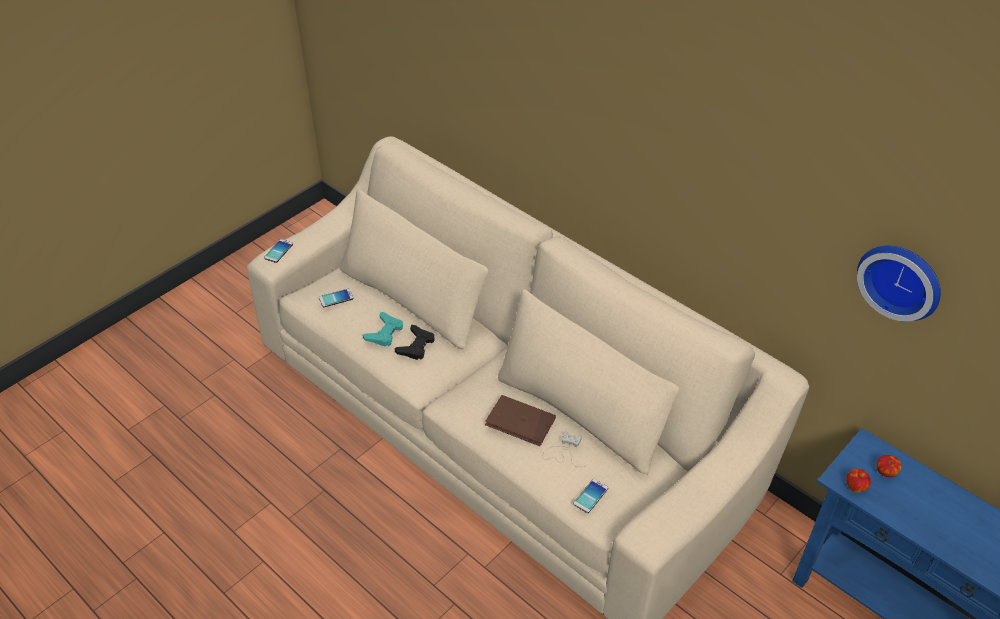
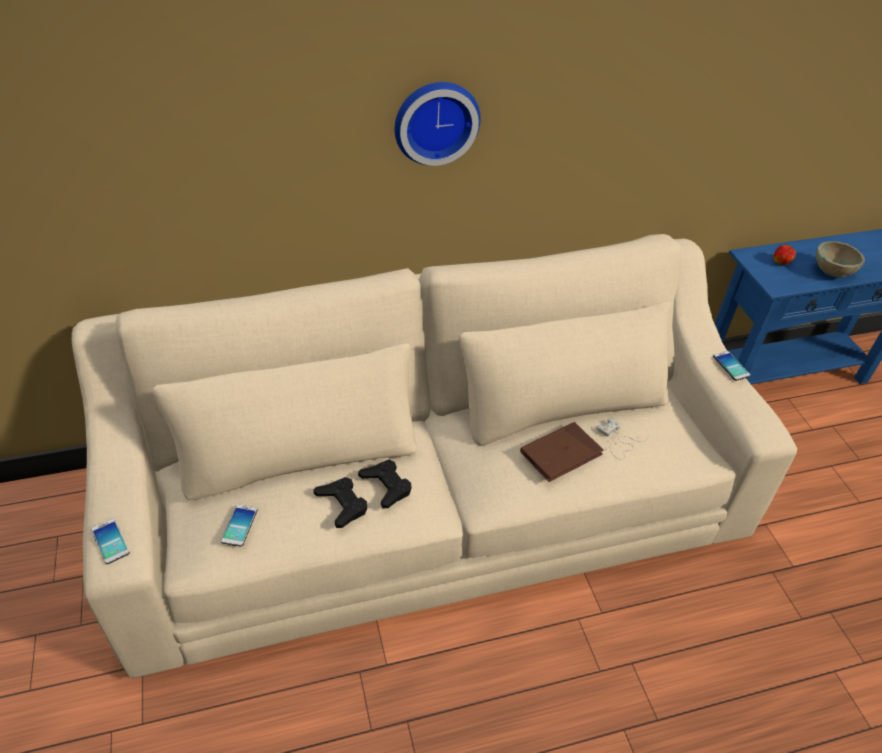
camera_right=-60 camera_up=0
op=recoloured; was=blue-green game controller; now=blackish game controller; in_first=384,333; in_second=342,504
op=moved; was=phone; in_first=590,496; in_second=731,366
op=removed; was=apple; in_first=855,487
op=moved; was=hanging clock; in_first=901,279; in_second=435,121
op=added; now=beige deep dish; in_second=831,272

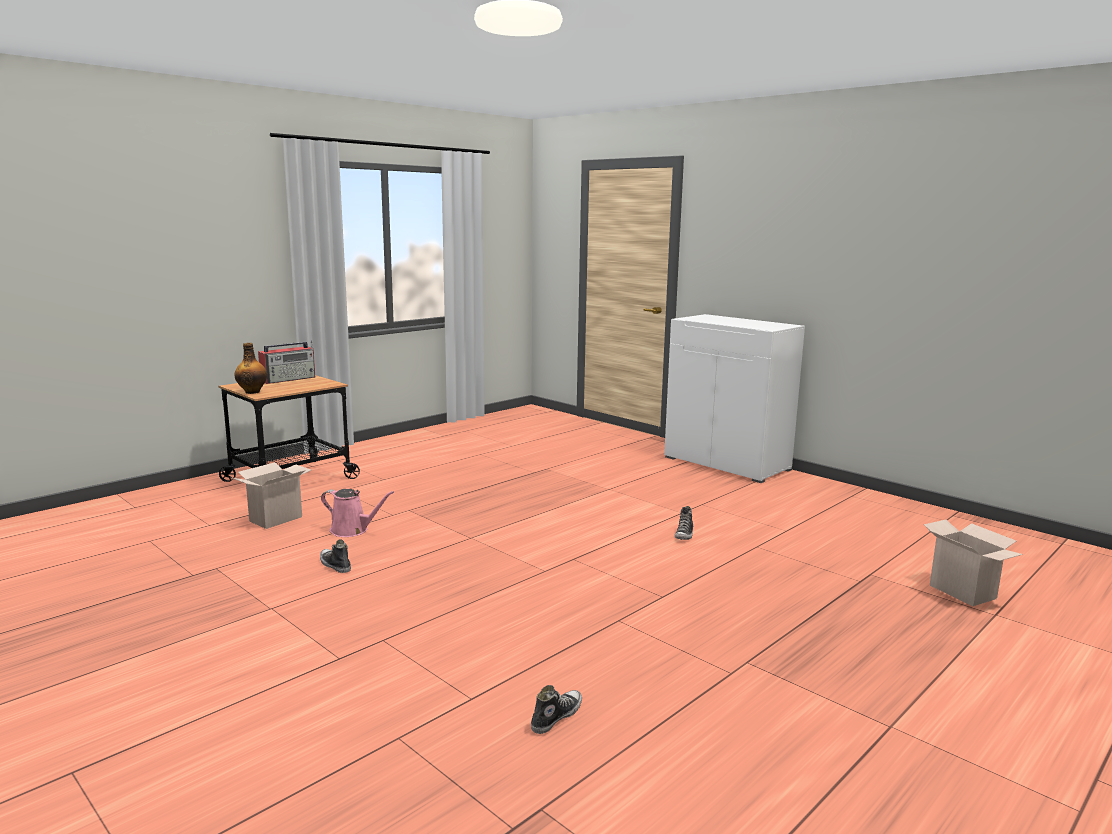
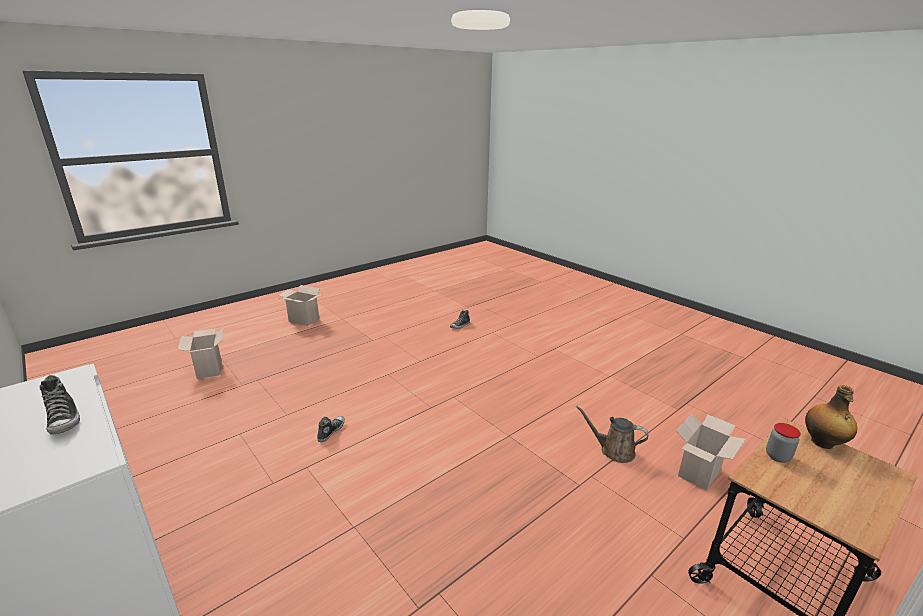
camera_right=-175 camera_up=10
op=removed; was=radio set; in_first=289,379
op=moved; was=item of footwear; in_first=335,565; in_second=64,419
op=recoloured; was=pinkish watering pot; now=brownish watering pot; in_first=352,530; in_second=613,450
op=added; now=packing box; in_second=302,320
op=added; now=preserve jar; in_second=777,456

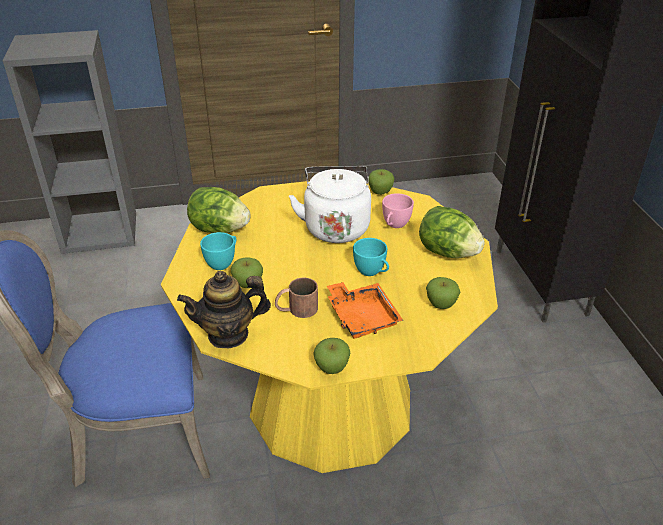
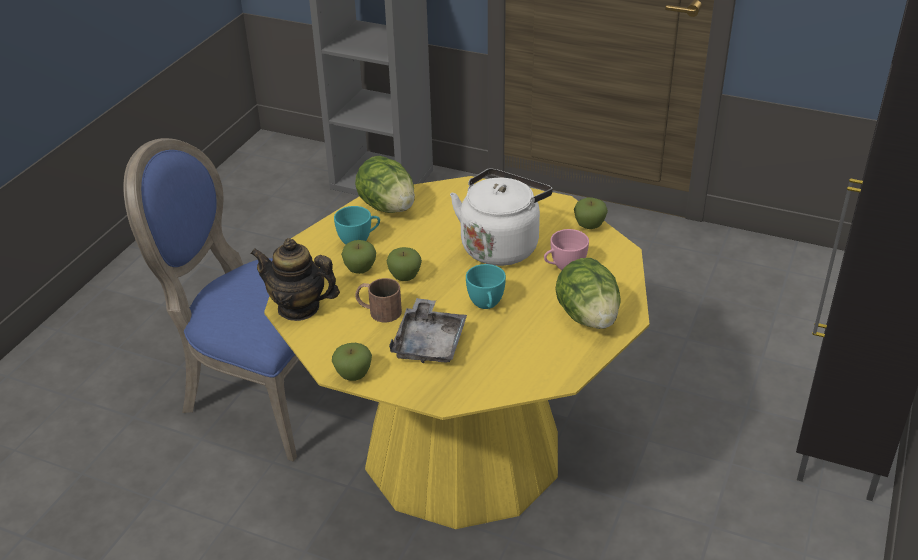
camera_right=35 camera_up=0
op=recoloured; was=orange-coloured tray; now=gray tray; in_first=362,317; in_second=429,343
op=moved; was=apple; in_first=441,305; in_second=405,277

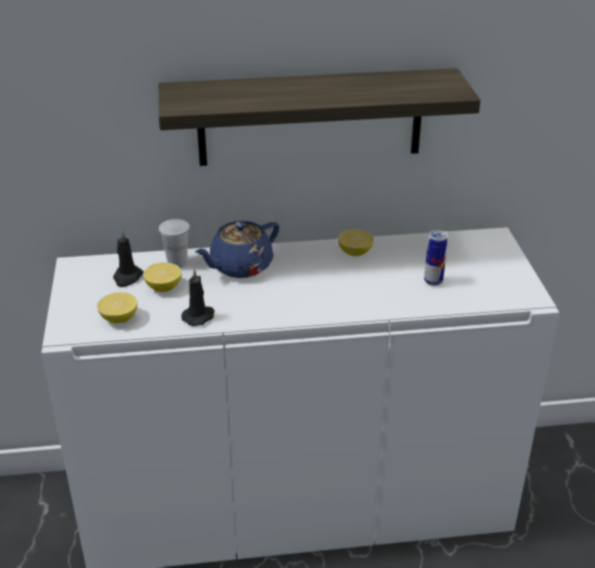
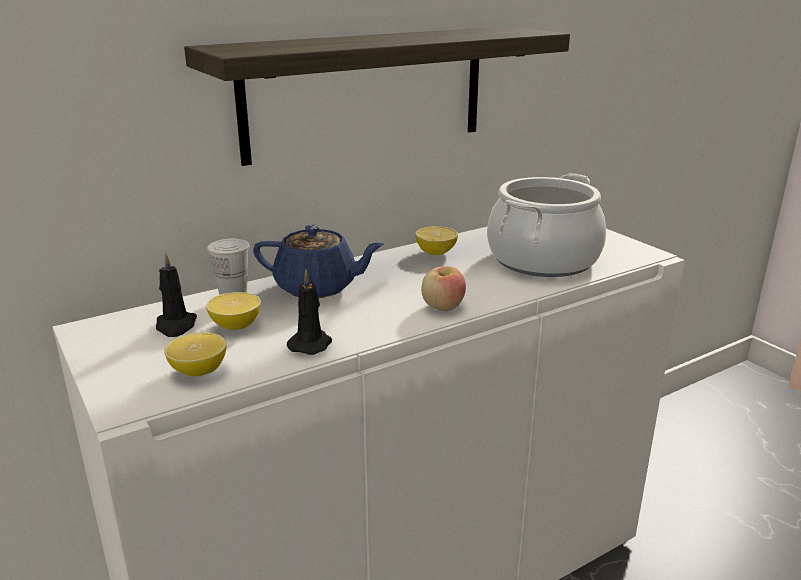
camera_right=-25 camera_up=-10
op=turned; was=blue-coloured pot for tea; in_first=240,266; in_second=317,287; clockwise=-105
op=replaced; was=can; now=saucepot; in_first=433,281; in_second=542,259
op=added; now=apple; in_second=442,307

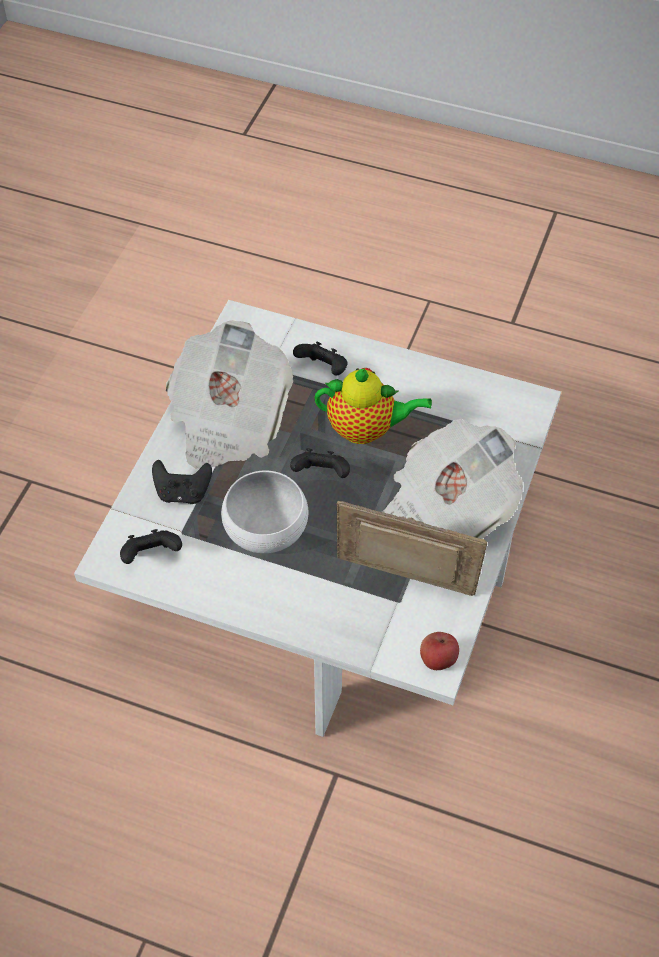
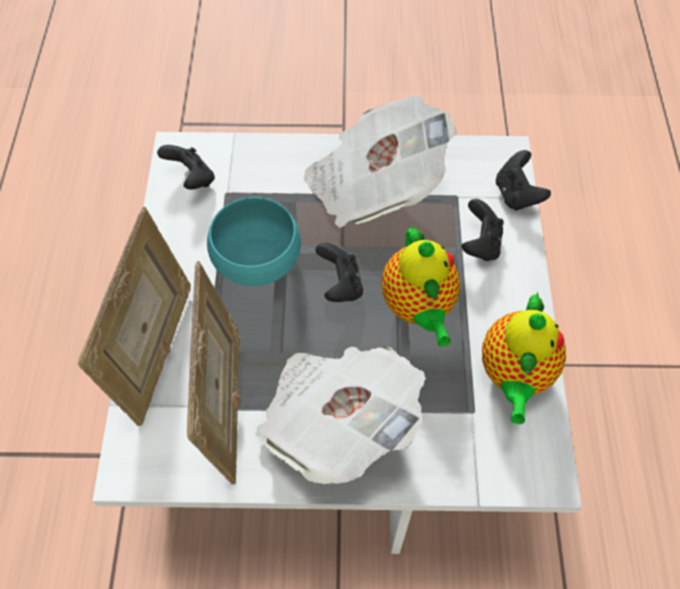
camera_right=70 camera_up=5
op=moved; was=blackish game controller; in_first=183,493; in_second=516,194
op=recoloured; was=whitish deep dish; now=blue-green deep dish; in_first=265,526; in_second=256,257
op=removed; was=apple; in_first=438,659
op=added; now=picture frame; in_second=157,354
op=added; now=pot for tea; in_second=514,376

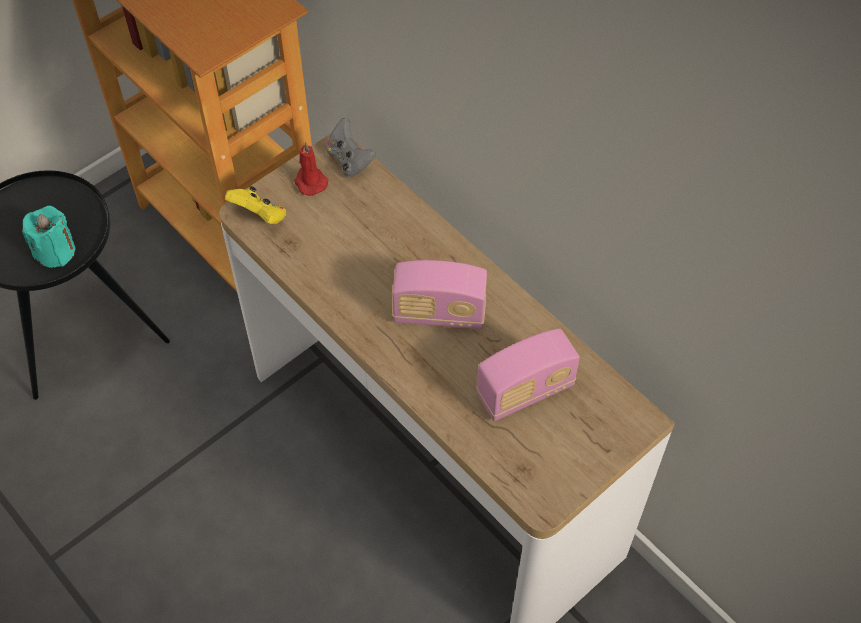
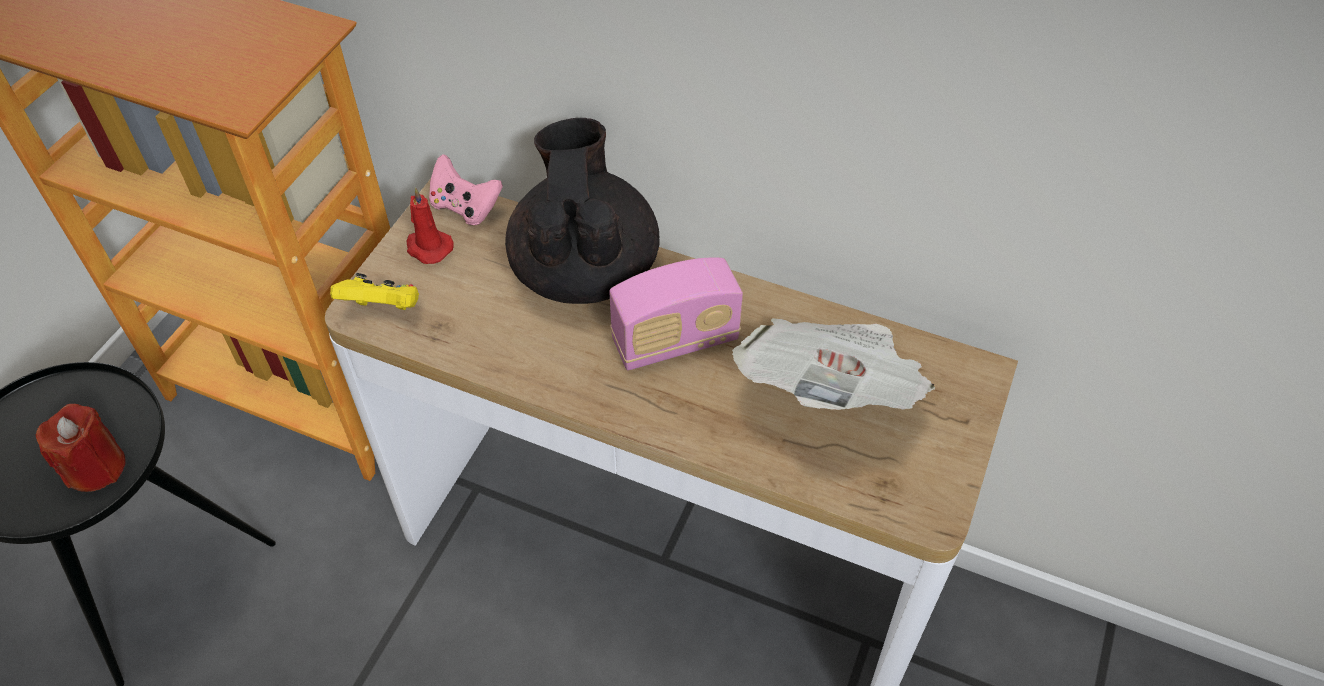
camera_right=-25 camera_up=-5
op=recoloured; was=blue-green wax light; now=red wax light; in_first=55,251; in_second=96,467
op=recoloured; was=gray game controller; now=pinkish game controller; in_first=349,160; in_second=465,207
op=replaced; was=radio set; now=daily paper; in_first=525,391; in_second=830,391
op=added; now=blackish pot for tea; in_second=584,269

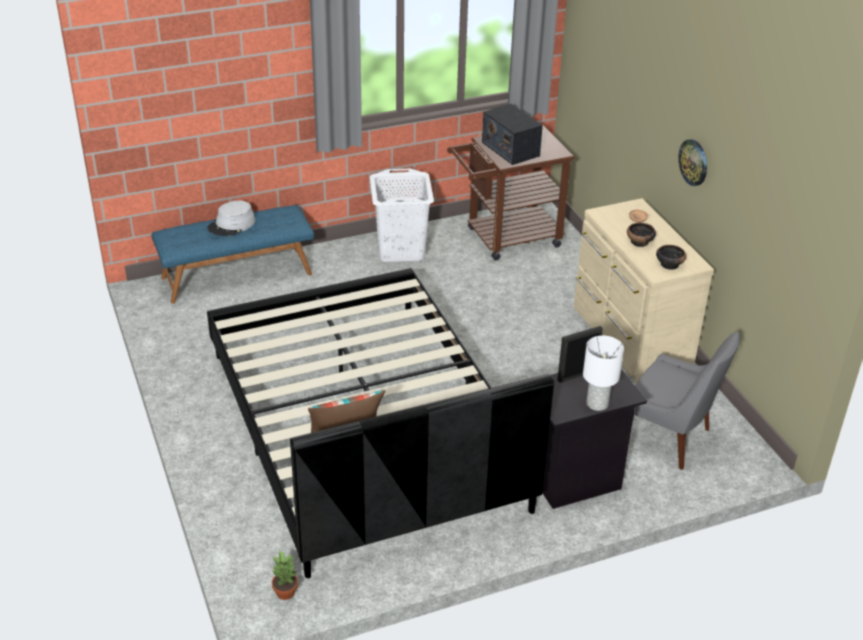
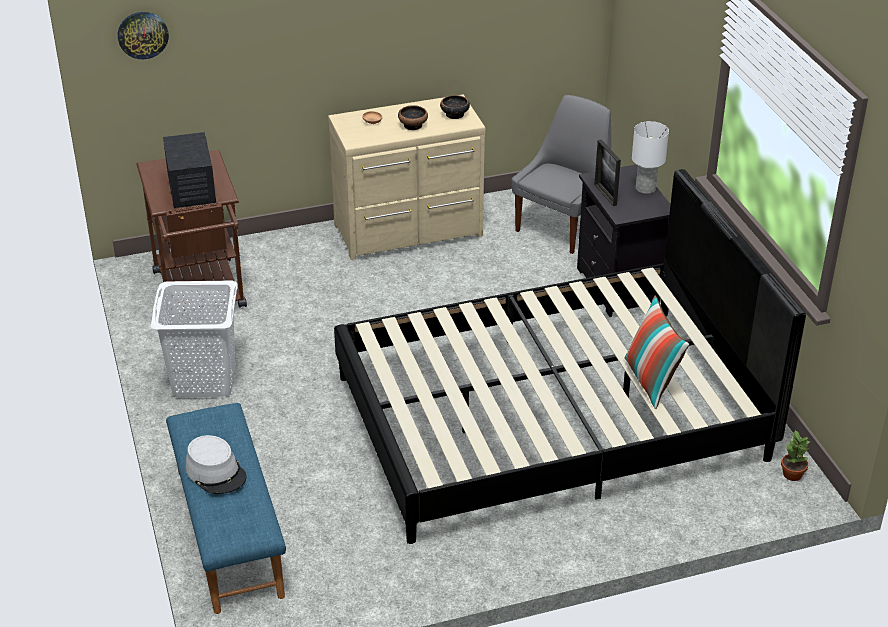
camera_right=-85 camera_up=0
op=turned; was=radio set; in_first=510,149; in_second=191,188; clockwise=-75
op=moved; was=hanging clock; in_first=694,162; in_second=142,34

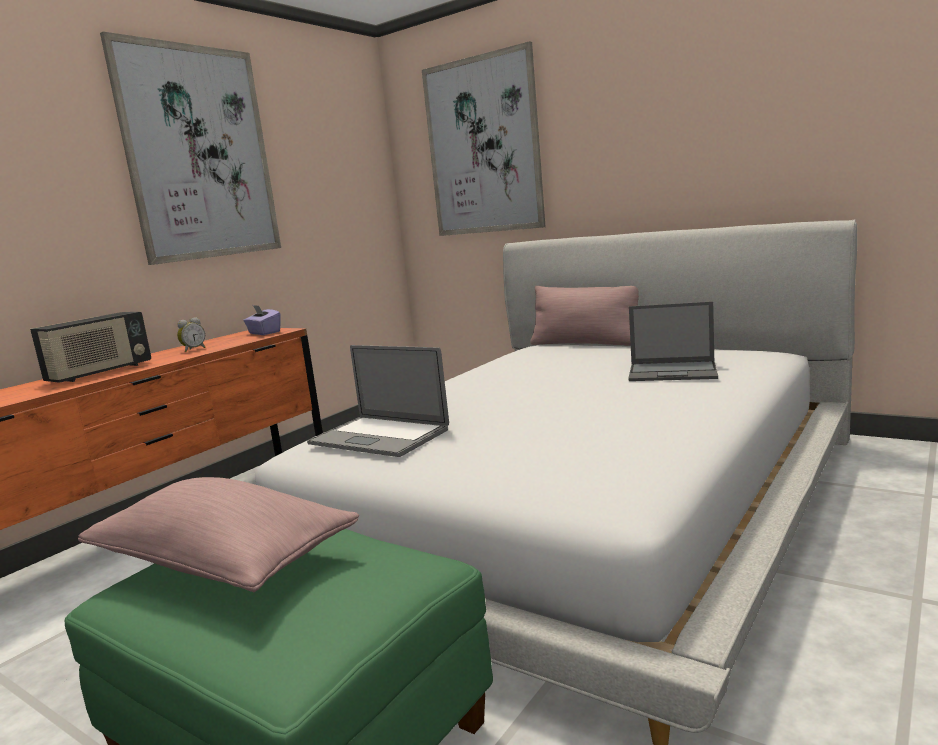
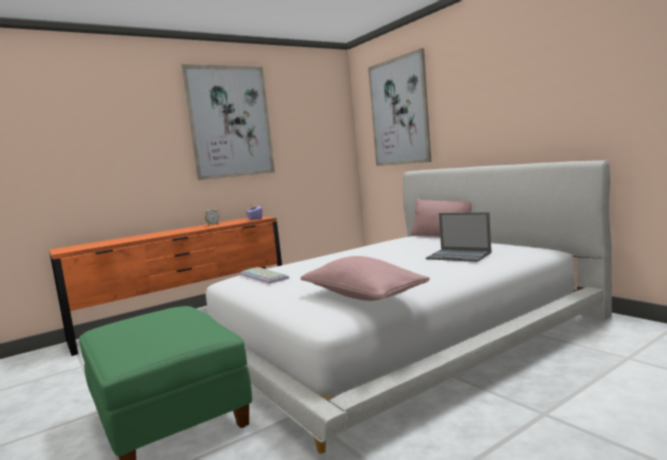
camera_right=20 camera_up=-5
op=removed; was=radio set; in_first=100,373
op=moved; was=pinkish pillow; in_first=224,563; in_second=363,296
op=replaced; was=laptop; now=PC keyboard; in_first=379,437; in_second=265,276

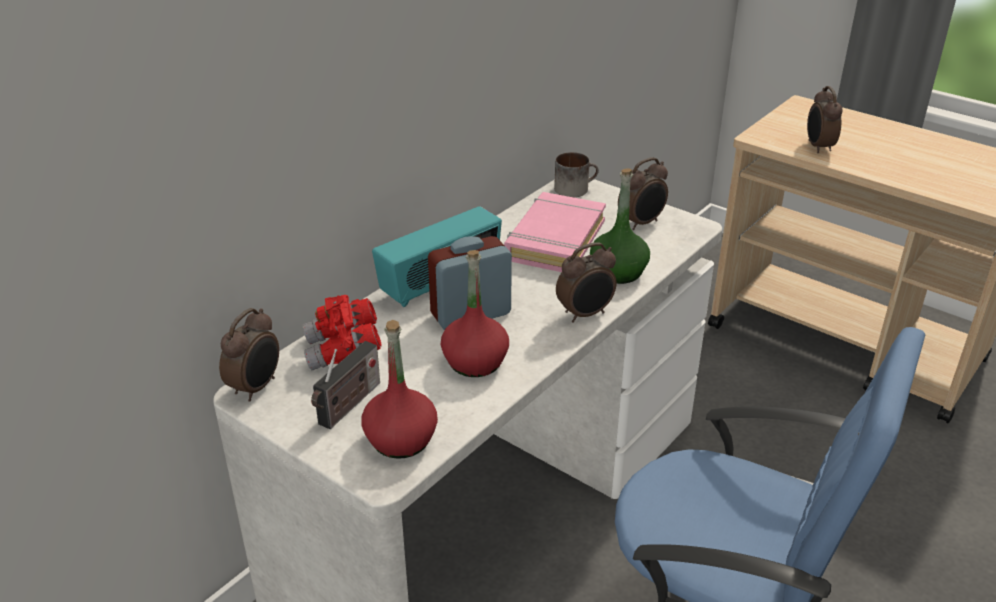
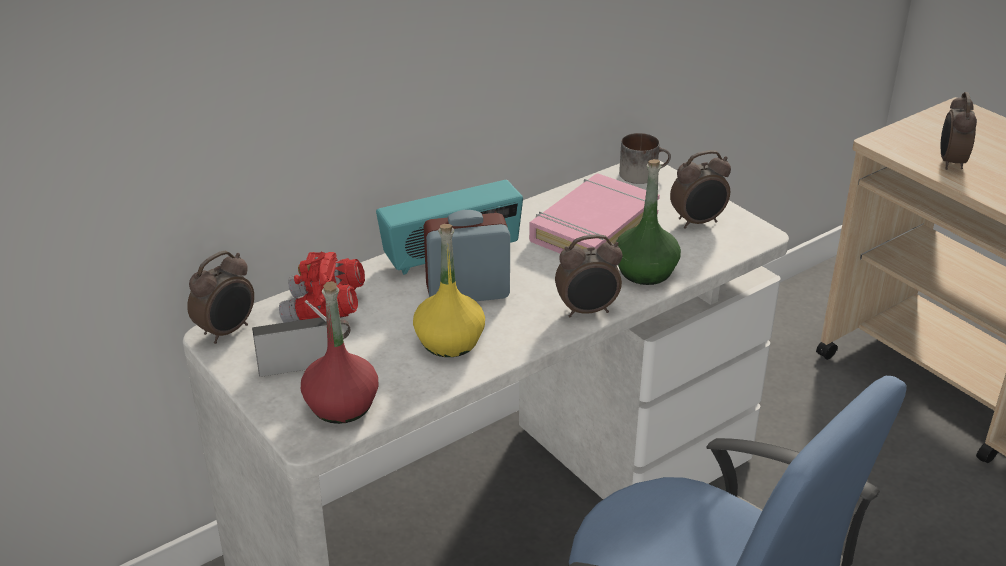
camera_right=15 camera_up=0
op=turned; was=radio set; in_first=348,406; in_second=305,364; clockwise=-150
op=recoloured; was=red beverage bottle; now=yellowish beverage bottle; in_first=474,362; in_second=449,341

